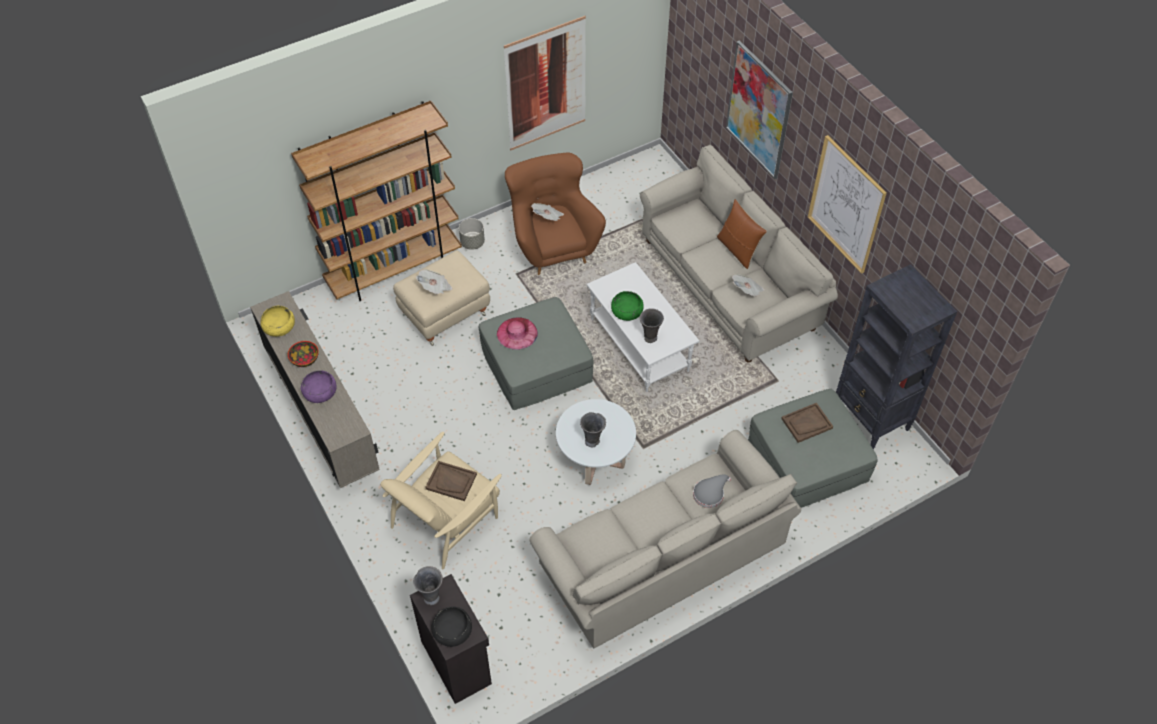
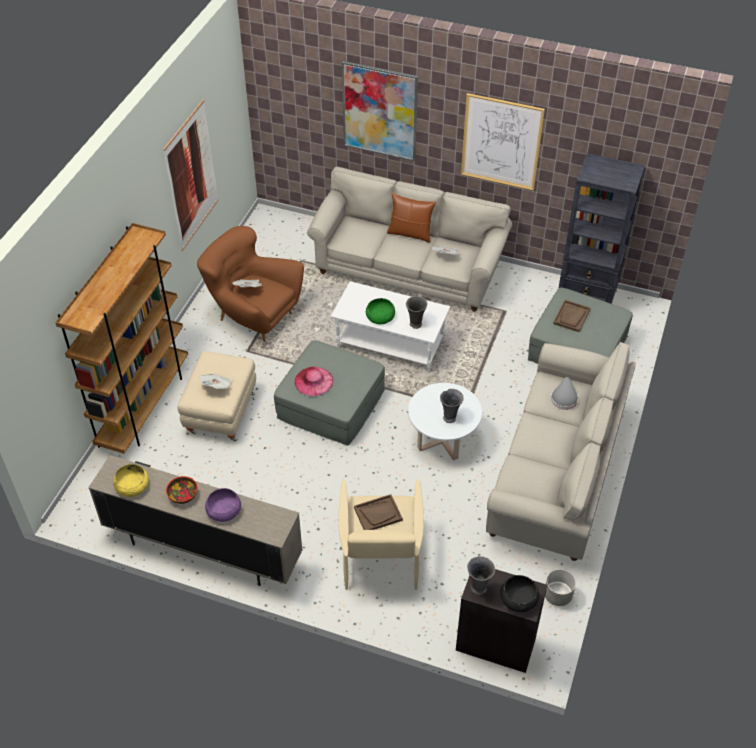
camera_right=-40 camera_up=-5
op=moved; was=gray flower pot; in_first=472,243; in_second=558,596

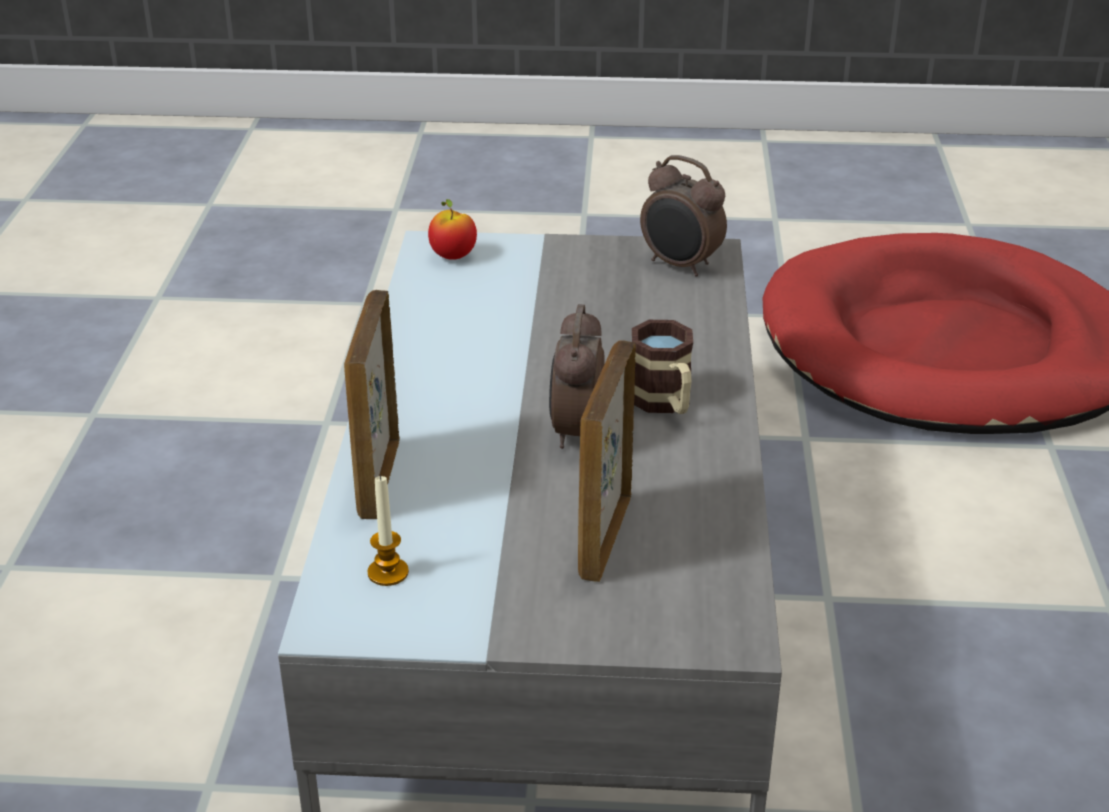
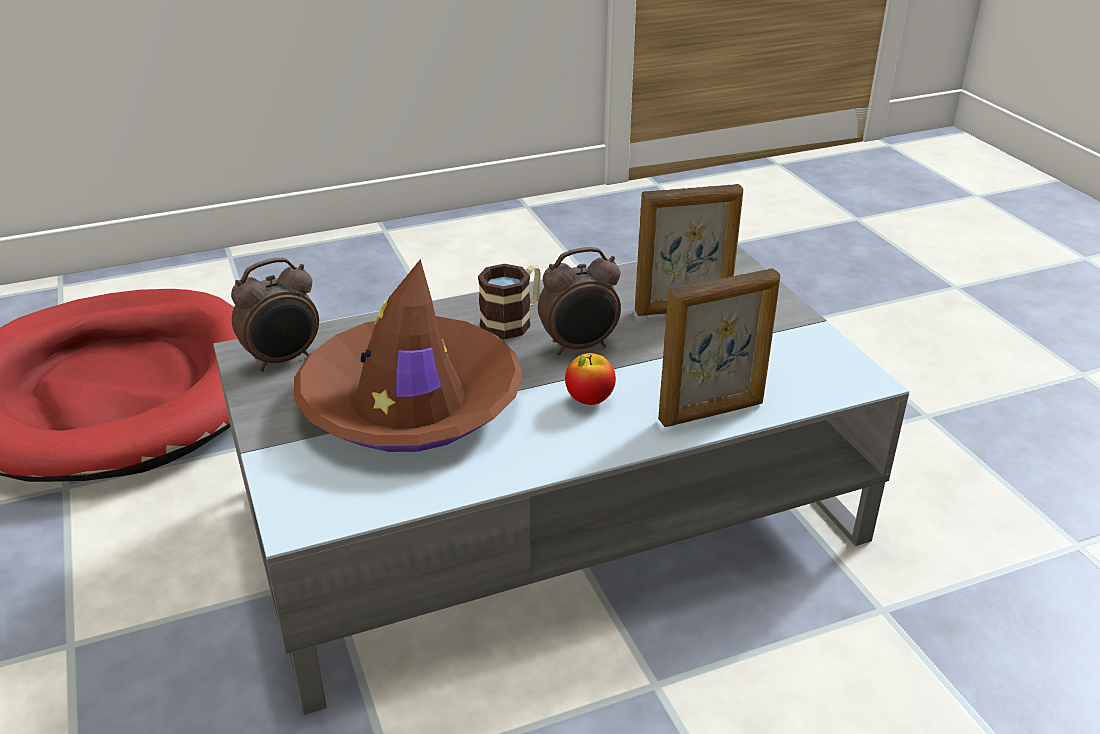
camera_right=-115 camera_up=0
op=removed; was=wax light; in_first=388,572
op=moved; was=apple; in_first=453,256; in_second=589,400
op=turned; was=table clock; in_first=680,266; in_second=283,360; clockwise=45
op=added; now=brownish clothing hat; in_second=411,402

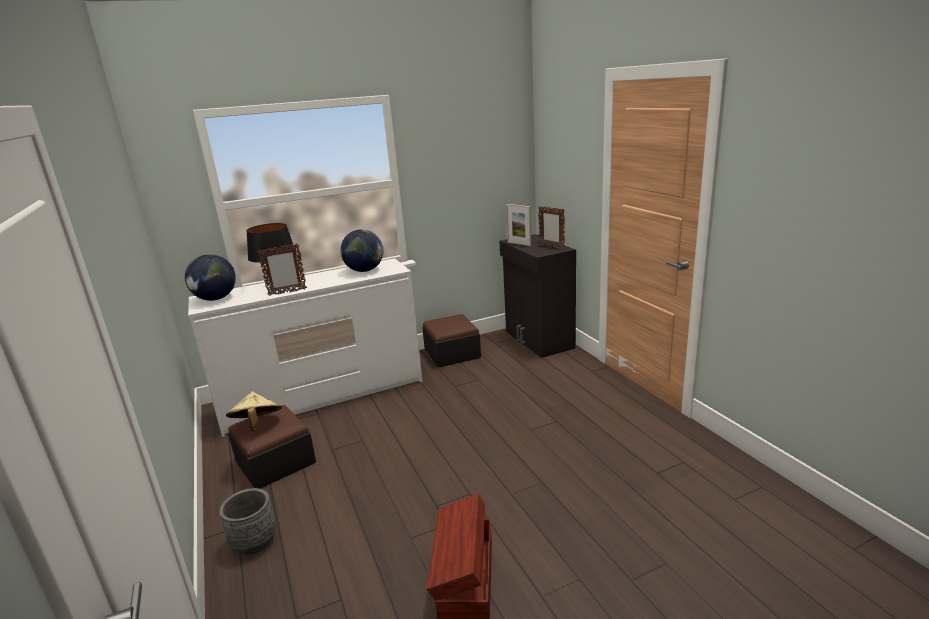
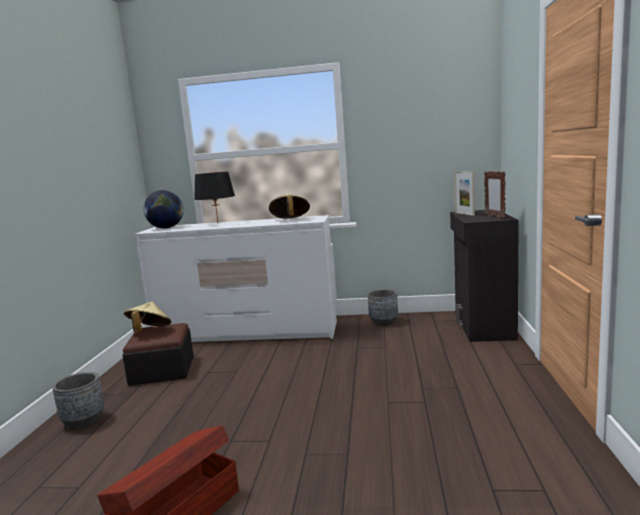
camera_right=30 camera_up=-10
op=removed; was=picture frame; in_first=287,292
op=replaced; was=world globe; now=beige clothing hat; in_first=364,270; in_second=290,220
op=replaced; was=footrest; now=gray flower pot; in_first=452,353; in_second=383,322

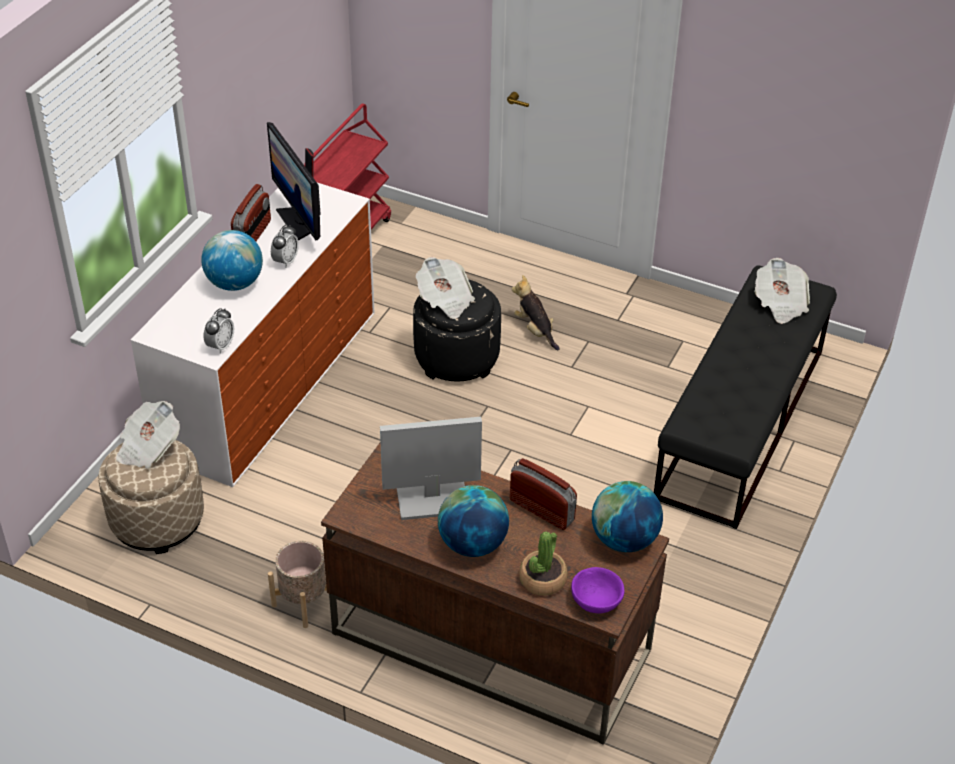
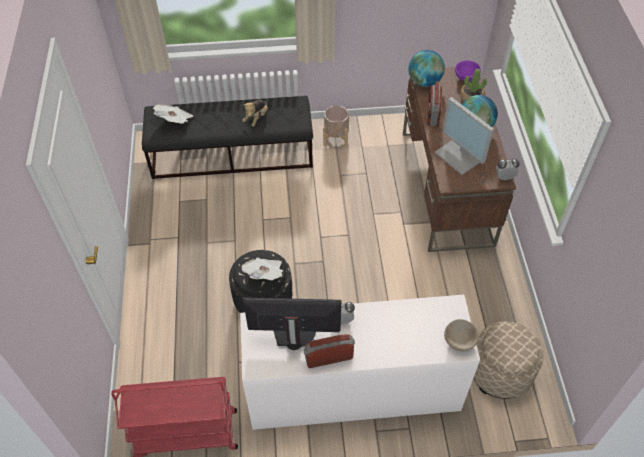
camera_right=-120 camera_up=10
op=removed; was=daily paper; in_first=148,448
op=removed; was=world globe; in_first=234,283
op=moved; was=table clock; in_first=220,346; in_second=504,177
op=turned; was=computer screen; in_first=300,221; in_second=294,338; clockwise=-120
op=moved; was=beige flower pot; in_first=304,602; in_second=336,138
op=moved; was=soft toy; in_first=535,330; in_second=256,118
op=added; now=beige deep dish; in_second=459,341

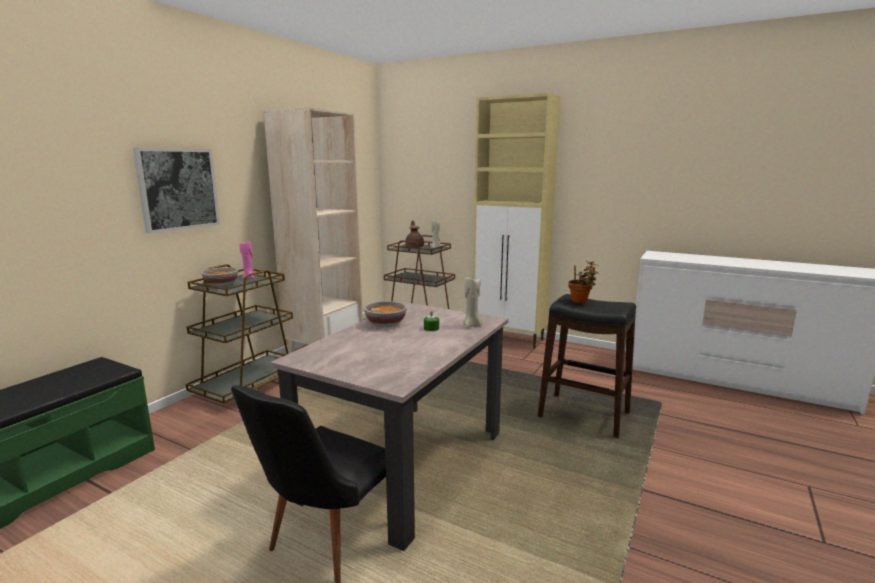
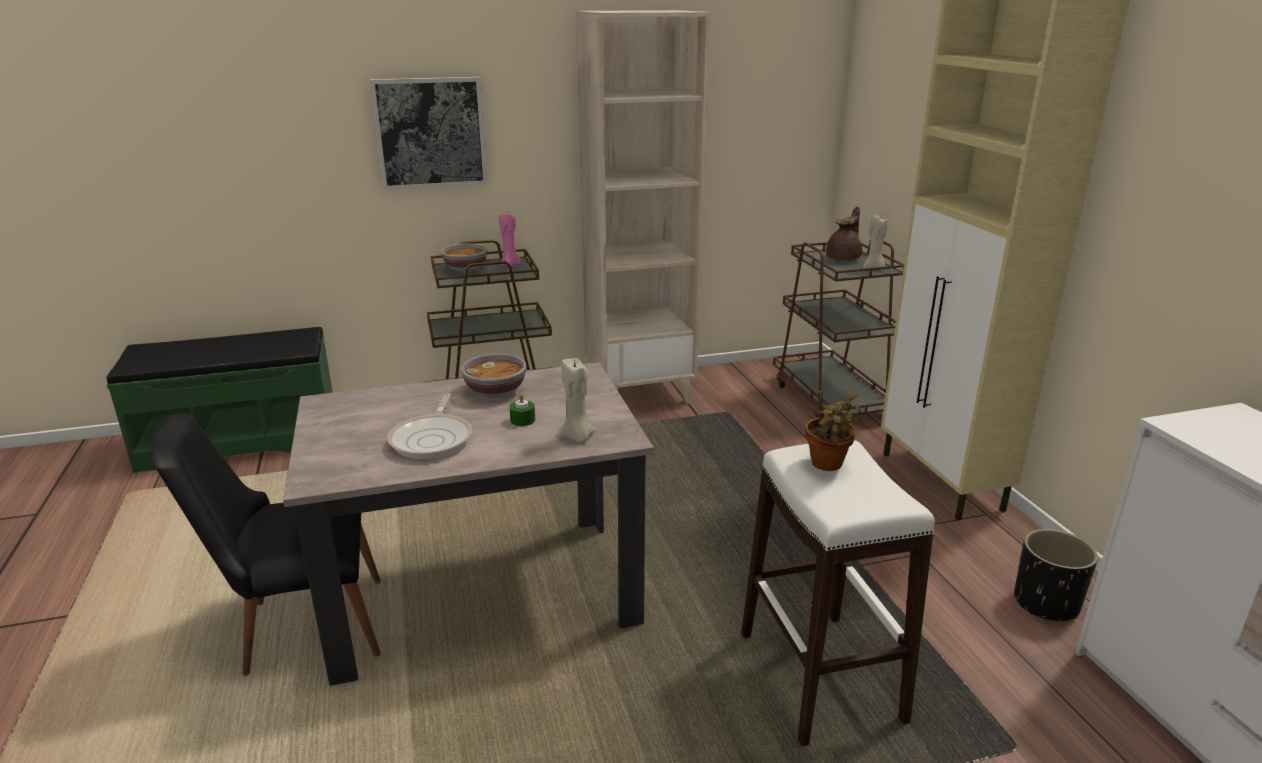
camera_right=45 camera_up=10
op=recoloured; was=blackish stool seat; now=whitish stool seat; in_first=584,415; in_second=820,677
op=added; now=frying pan; in_second=433,439
op=added; now=blackish flower pot; in_second=1045,604

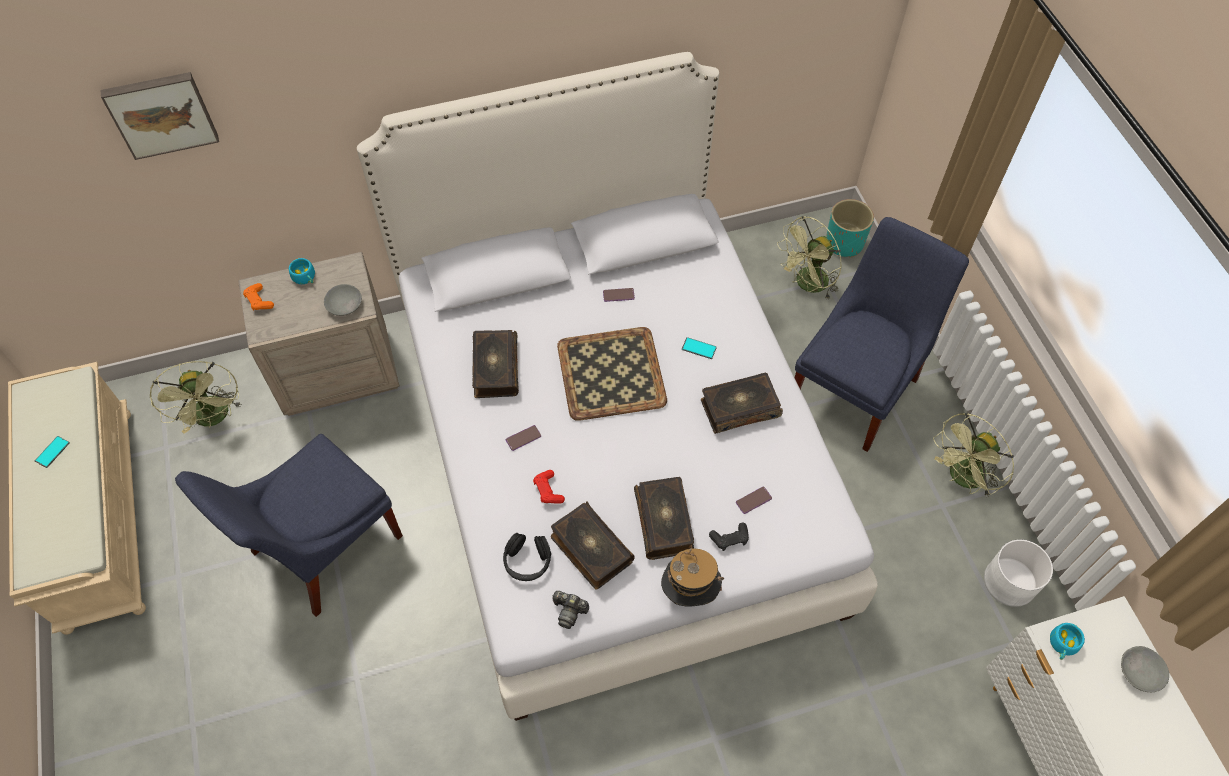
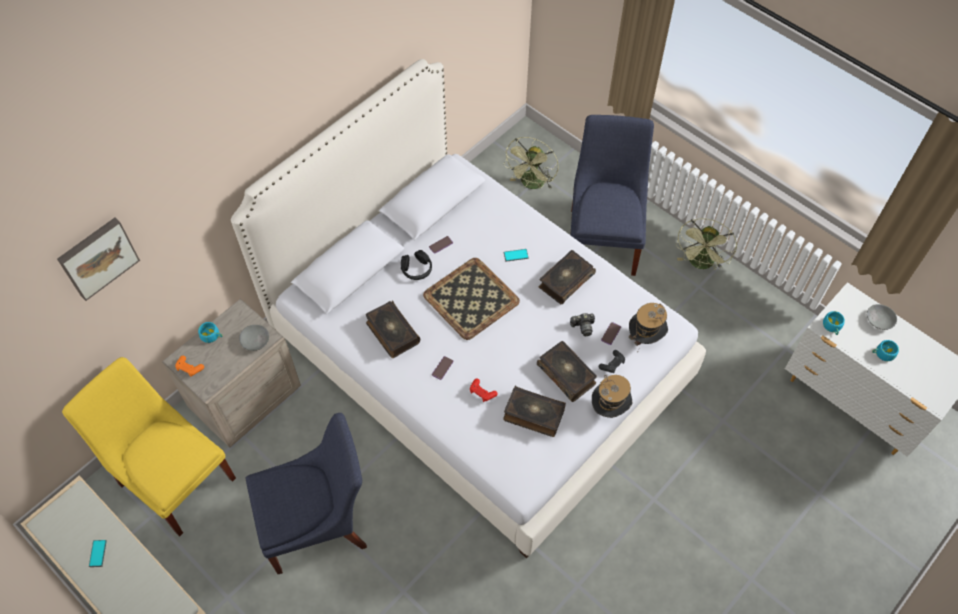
camera_right=-30 camera_up=0
op=replaced; was=green-coloured electric fan; now=yellowish upright chair; in_first=214,418; in_second=174,477
op=turned; was=blue-coloured upright chair; in_first=321,548; in_second=319,523; clockwise=-120
op=moved; was=blackish pair of headphones; in_first=527,561; in_second=416,269
op=moved; was=photo camera; in_first=569,611; in_second=583,327
op=removed; was=blue-green flower pot; in_first=844,243
op=removed; was=whitish flower pot; in_first=1010,582
op=added; now=clothing hat; in_second=645,337
op=added; now=blue-green drinking cup; in_second=882,353

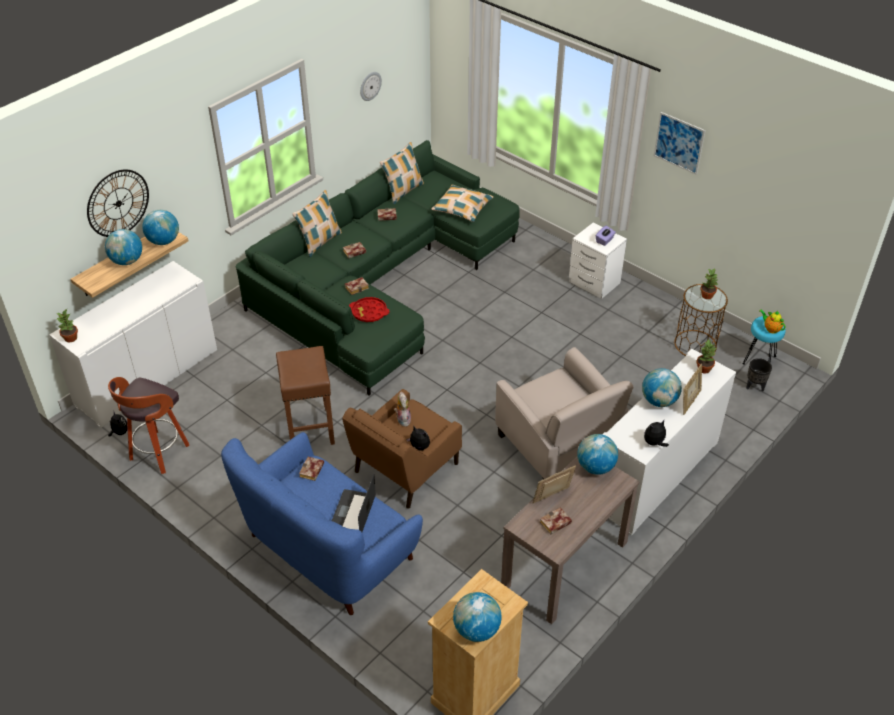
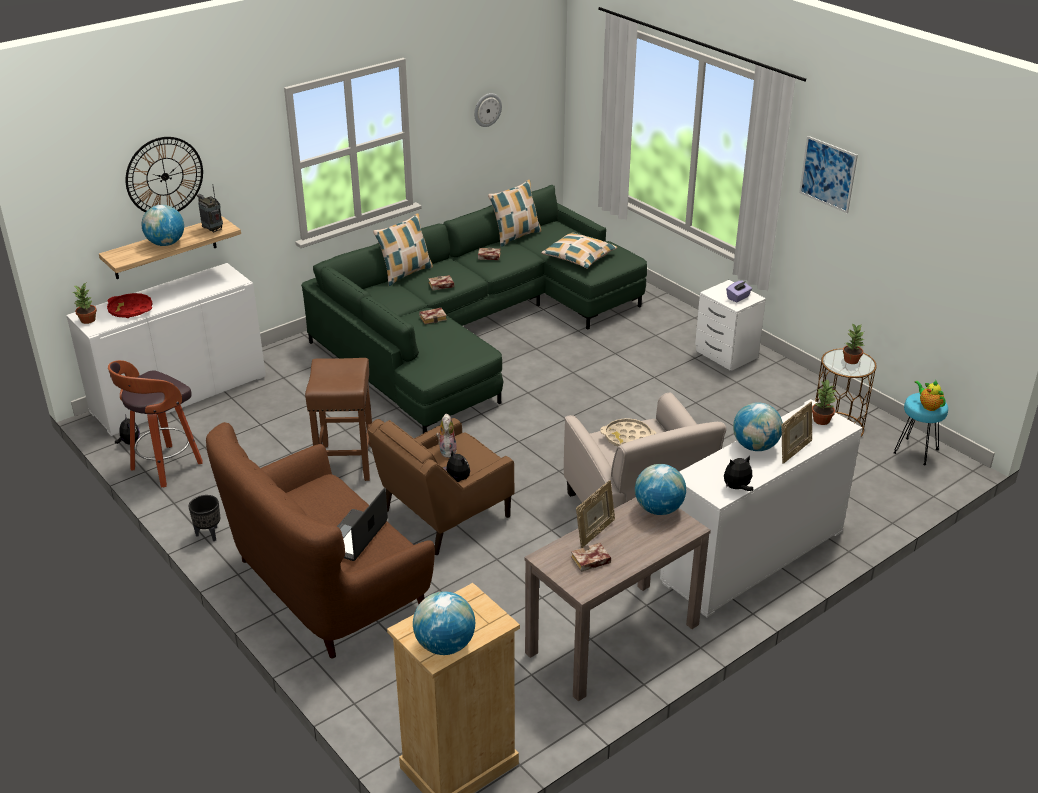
camera_right=10 camera_up=-10
op=replaced; was=world globe; now=radio set; in_first=163,241; in_second=213,230
op=recoloured; was=blue-coloured settee; now=brownish settee; in_first=327,550; in_second=325,586
op=removed; was=bound book; in_first=312,471
op=moved; was=red tray; in_first=369,312; in_second=130,309
op=turned; was=picture frame; in_first=552,497; in_second=595,533; clockwise=150
op=moved; was=blackish flower pot; in_first=754,386; in_second=208,534
op=added; now=beige tray; in_second=628,437

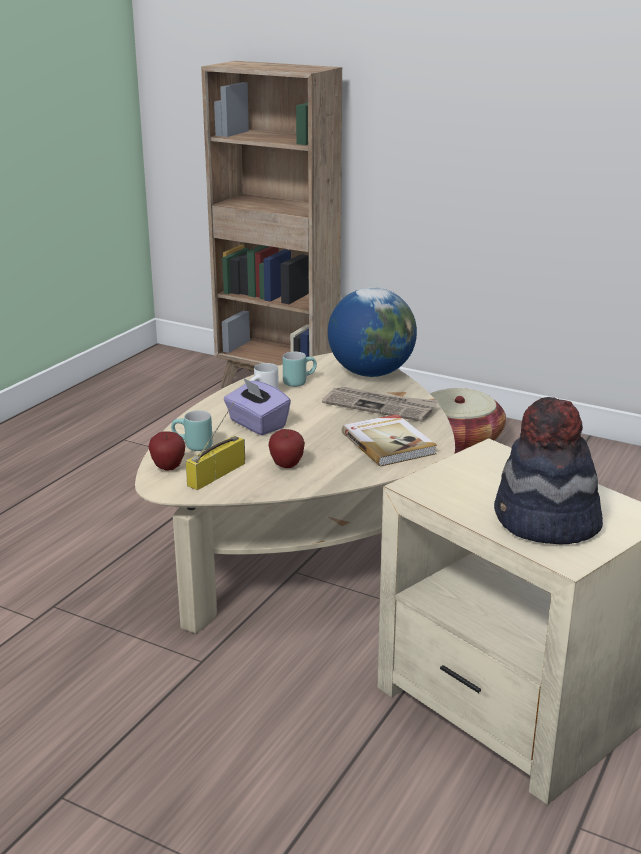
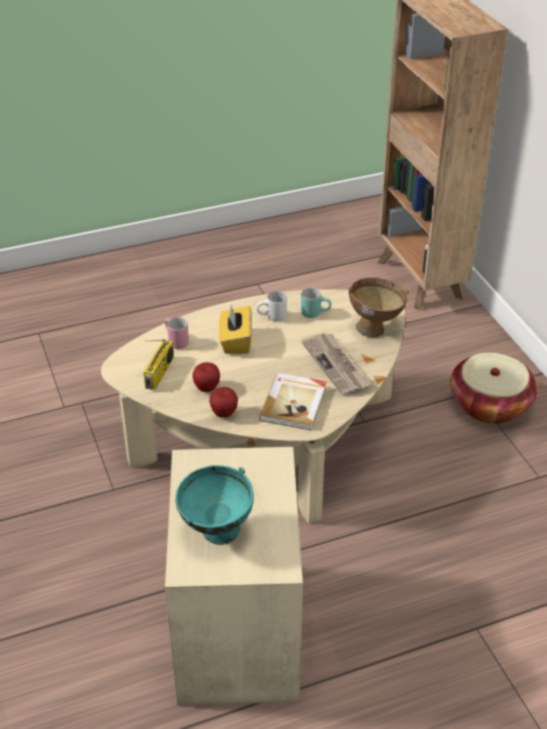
camera_right=40 camera_up=15
op=moved; was=apple; in_first=168,468; in_second=224,414
op=recoloured; was=blue-green coffee mug; now=pinkish coffee mug; in_first=192,446; in_second=174,341
op=turned; was=radio set; in_first=217,473; in_second=160,373; clockwise=120
op=recoloured; was=purple tissue holder; now=yellowish tissue holder; in_first=257,424; in_second=236,341
op=replaced; was=world globe; now=brownish deep dish; in_first=371,373; in_second=376,329
op=replaced; was=clothing hat; now=blue-green deep dish; in_first=545,523; in_second=215,535

